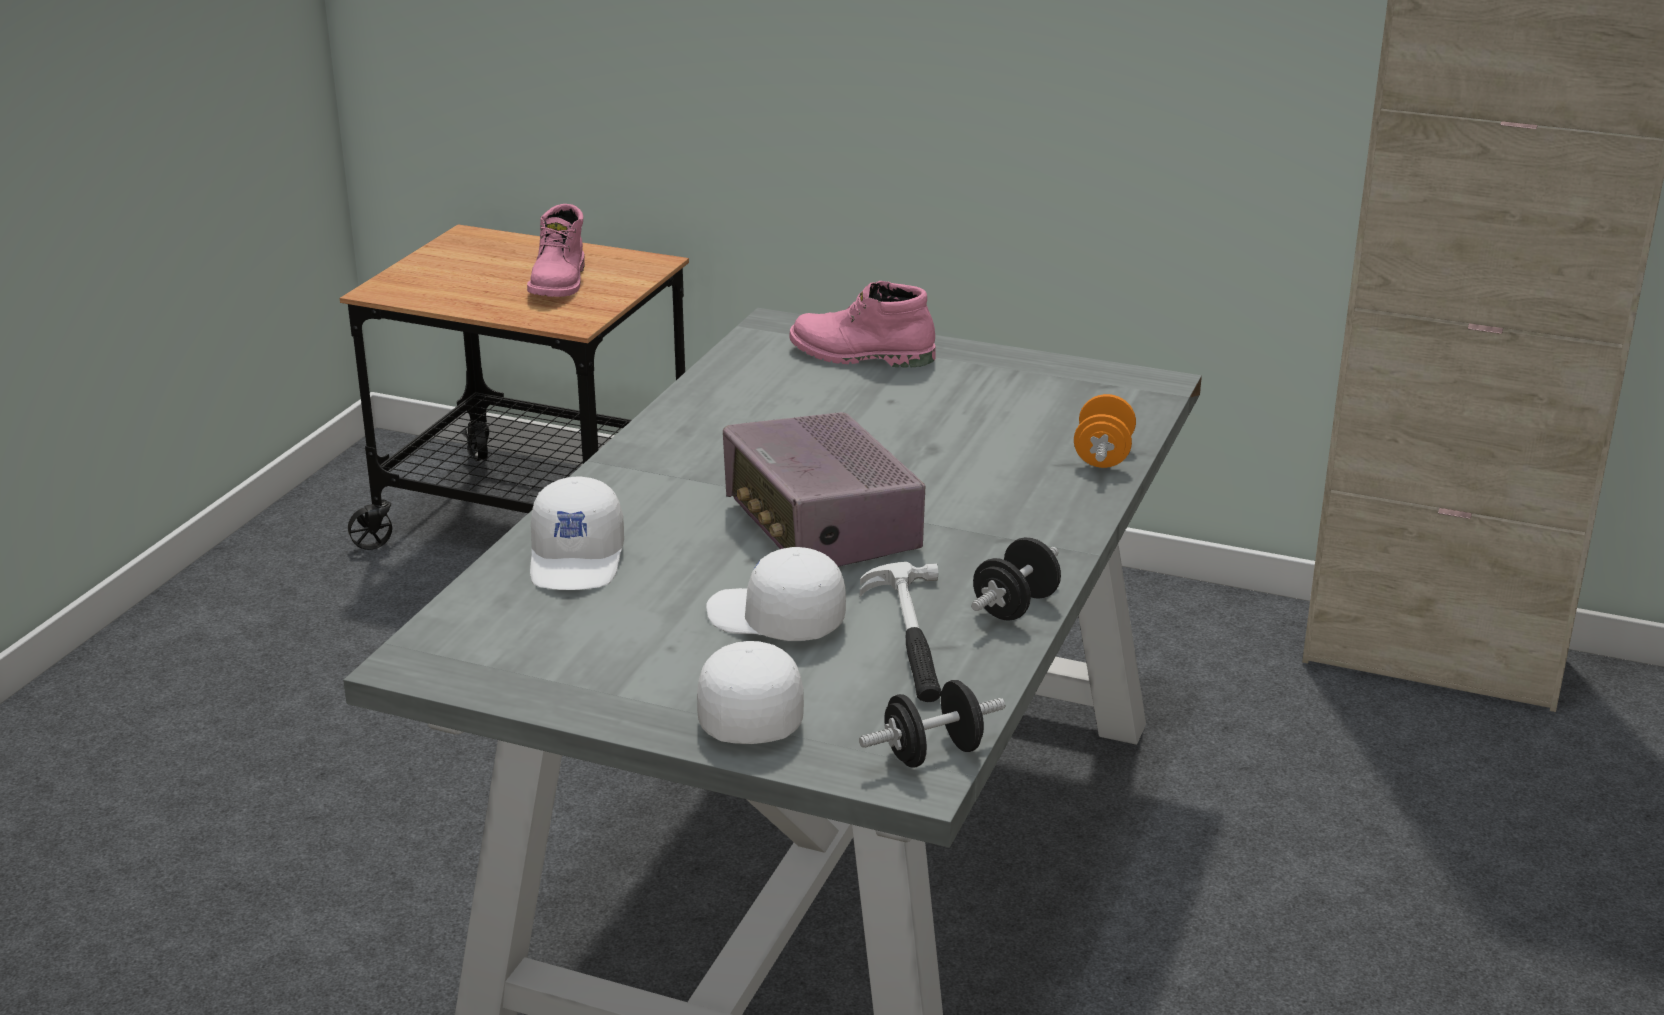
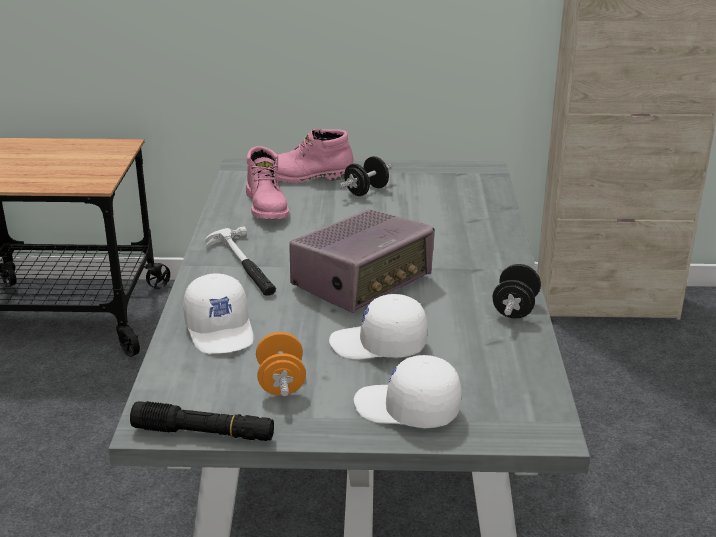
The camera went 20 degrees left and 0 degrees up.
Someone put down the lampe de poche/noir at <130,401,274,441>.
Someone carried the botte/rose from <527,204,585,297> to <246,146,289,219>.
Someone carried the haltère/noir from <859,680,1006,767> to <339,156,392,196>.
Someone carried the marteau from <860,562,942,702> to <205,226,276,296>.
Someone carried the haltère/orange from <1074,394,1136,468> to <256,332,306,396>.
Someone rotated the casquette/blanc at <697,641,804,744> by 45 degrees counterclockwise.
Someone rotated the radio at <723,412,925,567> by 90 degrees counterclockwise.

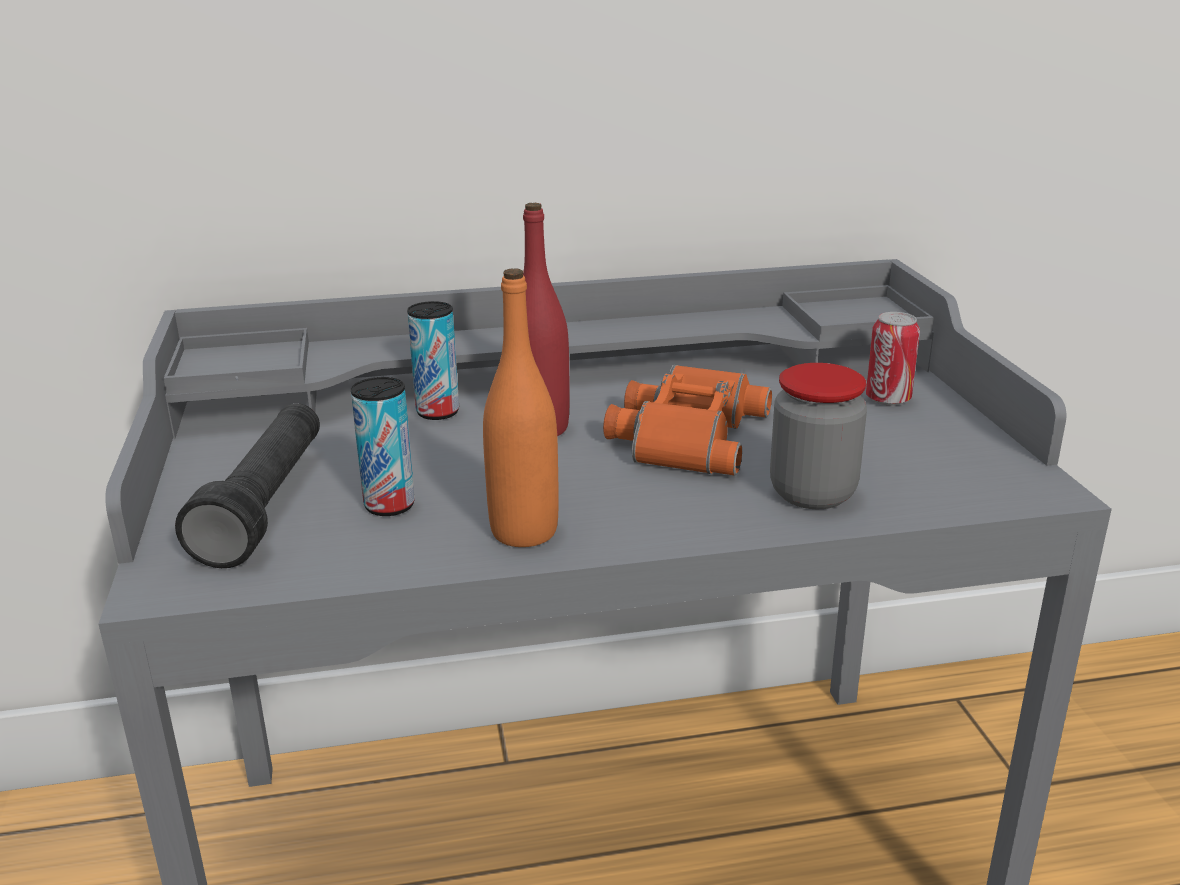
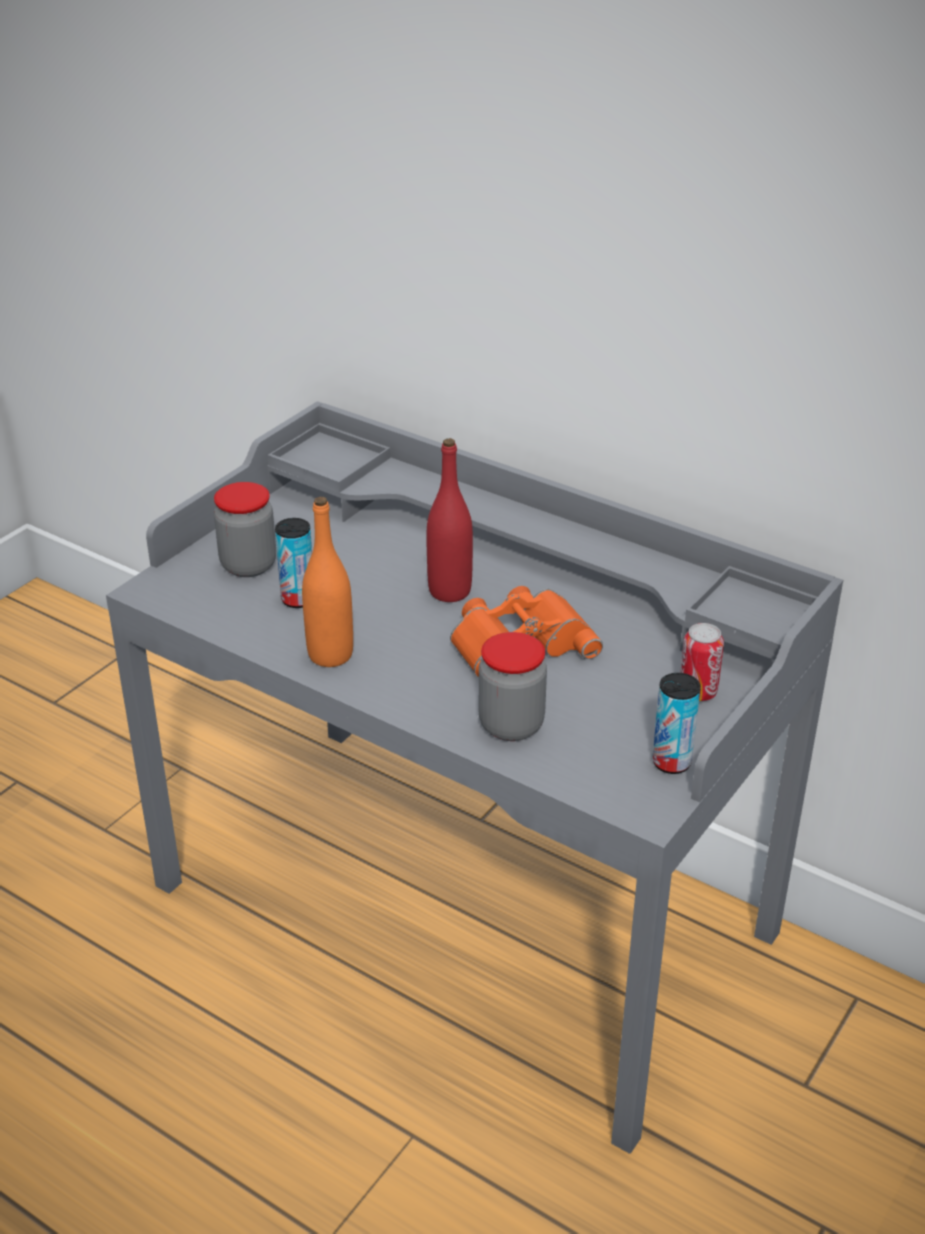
The camera went 45 degrees right and 10 degrees up.
Someone carried the boîte métallique from <407,301,459,420> to <652,673,701,774>.
Someone swapped the lampe de poche/noir at <175,403,320,568> for the bocal at <214,482,276,577>.

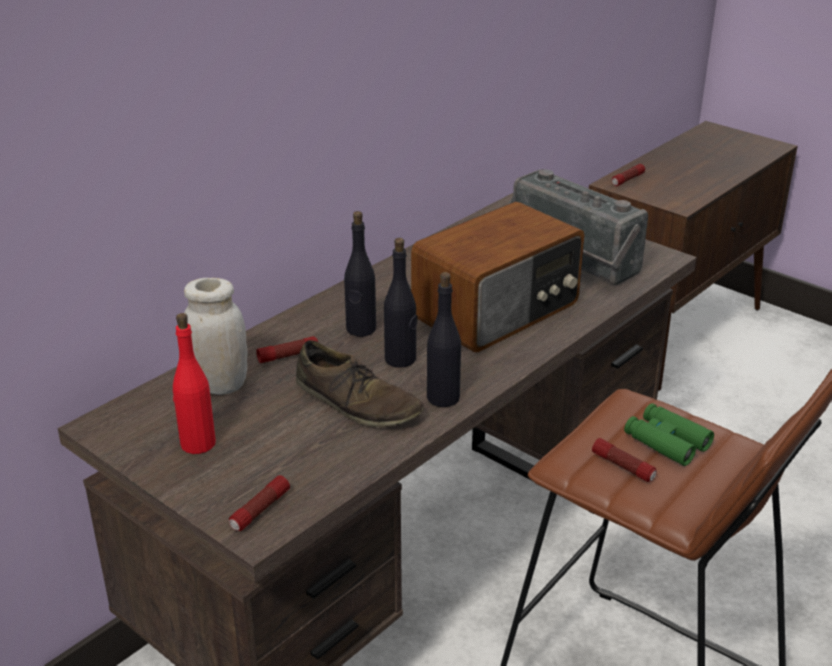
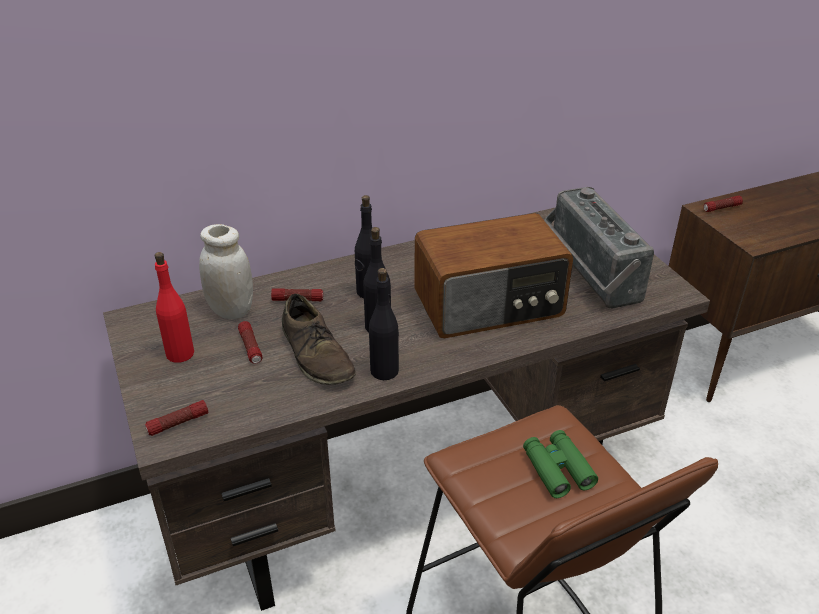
The camera went 25 degrees right and 5 degrees up.
Someone carried the lampe de poche from <592,438,657,482> to <238,321,263,364>.

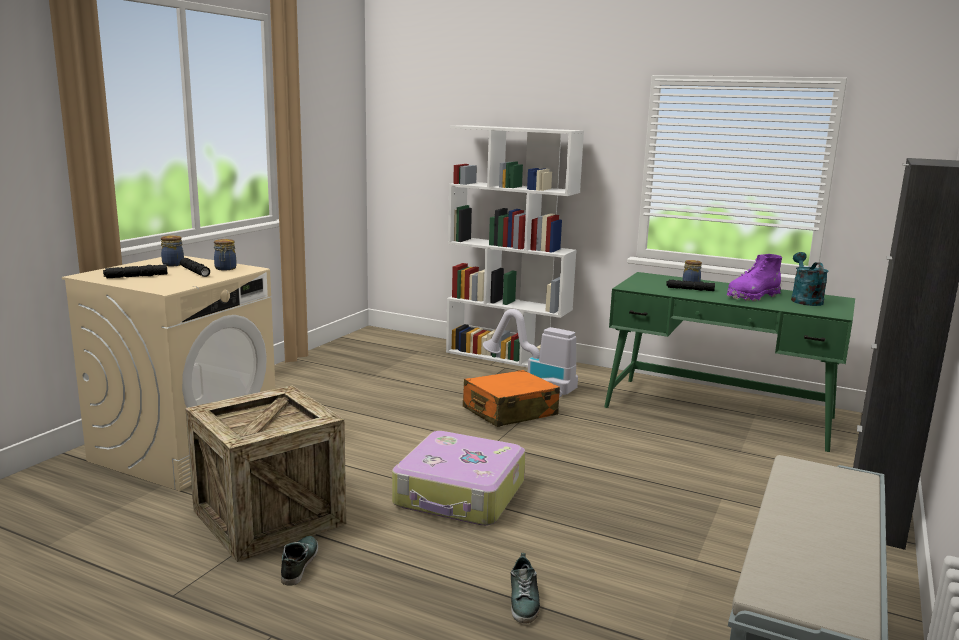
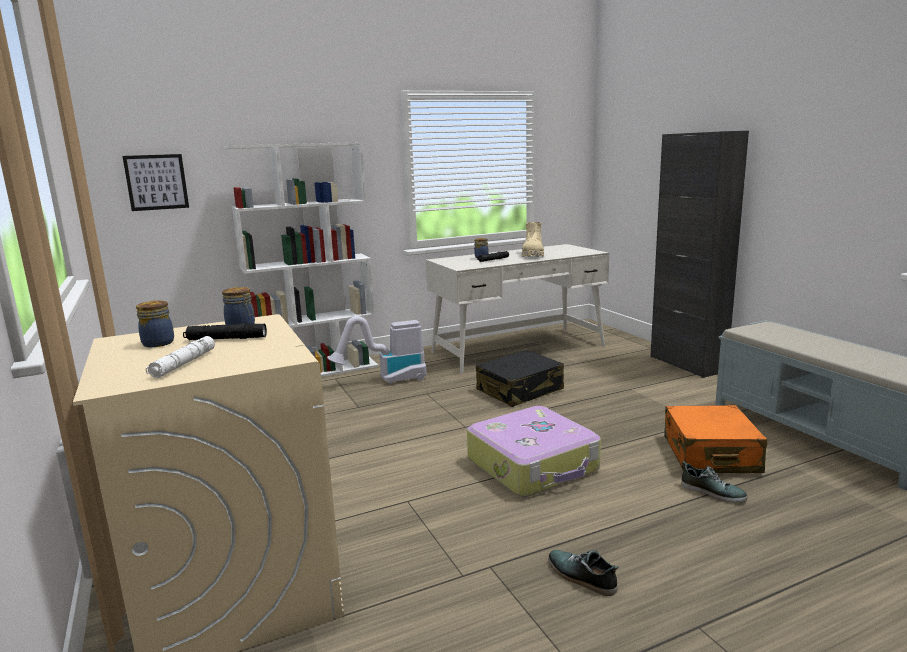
The camera went 50 degrees left and 0 degrees up.
Someone took away the caisse at <185,385,346,562>.
Someone took away the arrosoir/turquoise at <791,252,828,306>.
Someone put up the tableau at <123,154,189,211>.
Someone put down the valise/noir at <476,350,564,407>.
Someone carried the valise/orange from <463,370,560,427> to <664,405,767,473>.
Someone repainted the lampe de poche/noir at <103,264,167,279>, which became the lampe de poche/blanc at <146,336,215,378>.
Someone repainted the bureau/vert at <604,272,855,452>, which became the bureau/blanc at <426,244,609,373>.
Someone repainted the botte/violet at <727,254,782,301>, which became the botte/beige at <521,222,544,257>.

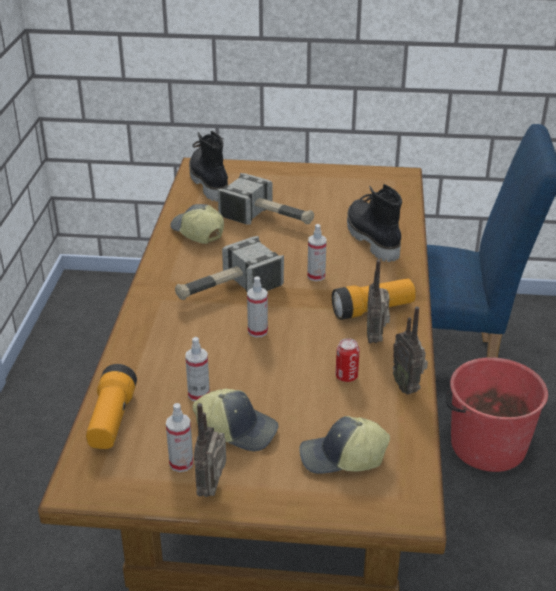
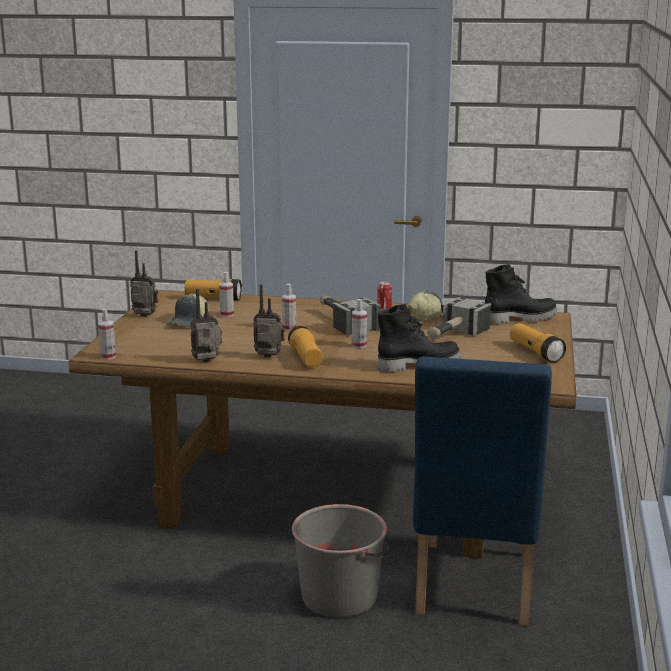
The camera went 95 degrees right and 15 degrees down.
Someone took away the casquette at <299,416,390,474>.
Someone put down the lampe de poche at <510,323,566,363>.
Someone carried the vaporisateur from <166,403,193,472> to <98,309,116,360>.
Someone carried the boîte métallique from <335,338,360,382> to <377,281,392,310>.
Someone repainted the seau/rouge at <445,357,548,472>, which became the seau/gris at <292,504,389,617>.

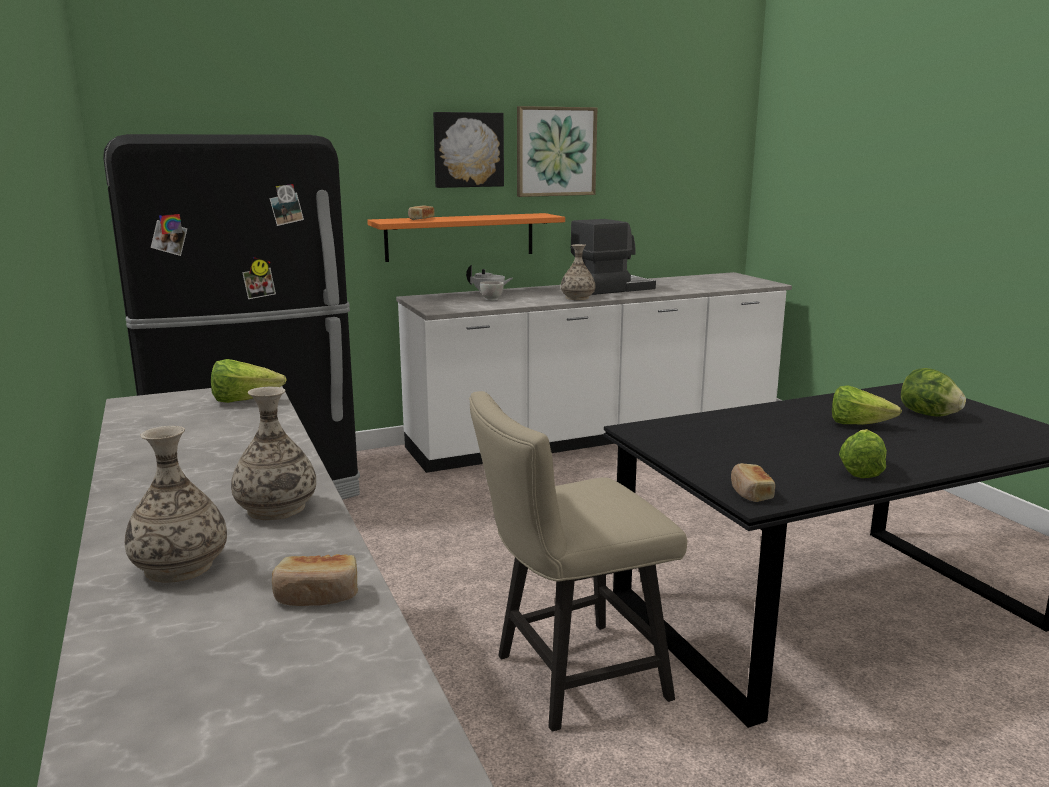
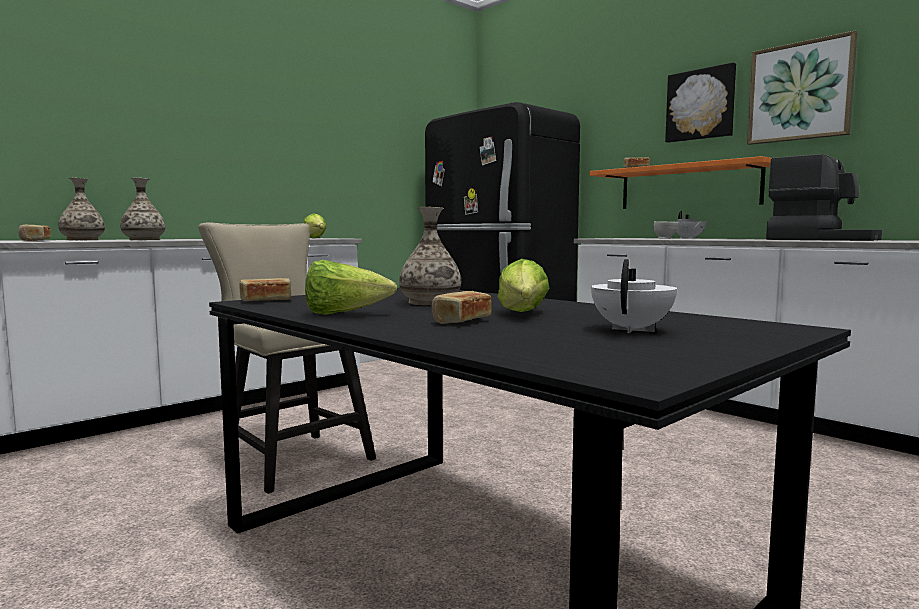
The camera went 70 degrees right and 10 degrees down.
Someone put down the pain at <432,291,492,324>.
Someone carried the vase from <561,244,595,300> to <399,207,461,305>.
Someone swapped the laitue at <901,368,966,416> for the théière/blanc at <591,259,677,333>.

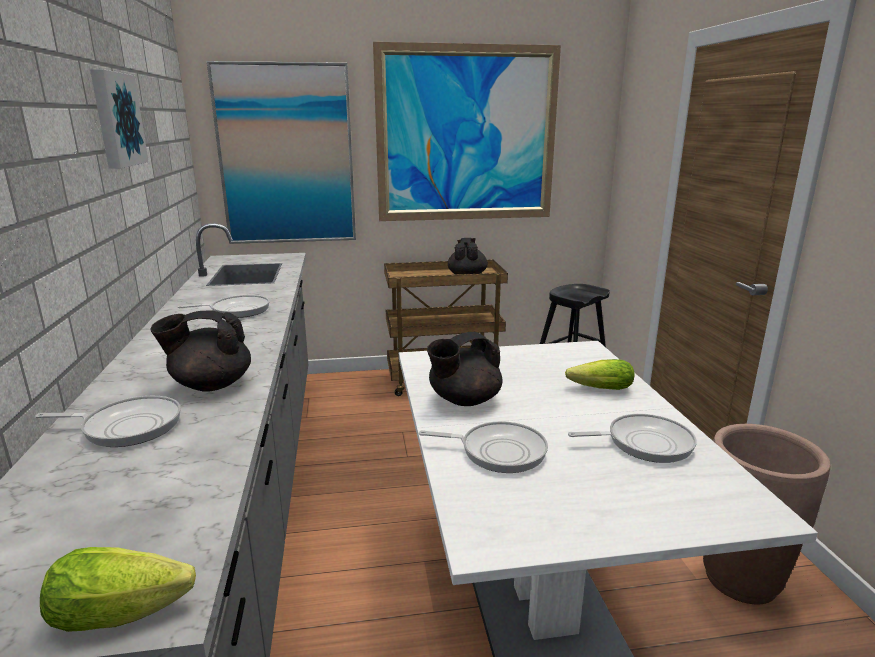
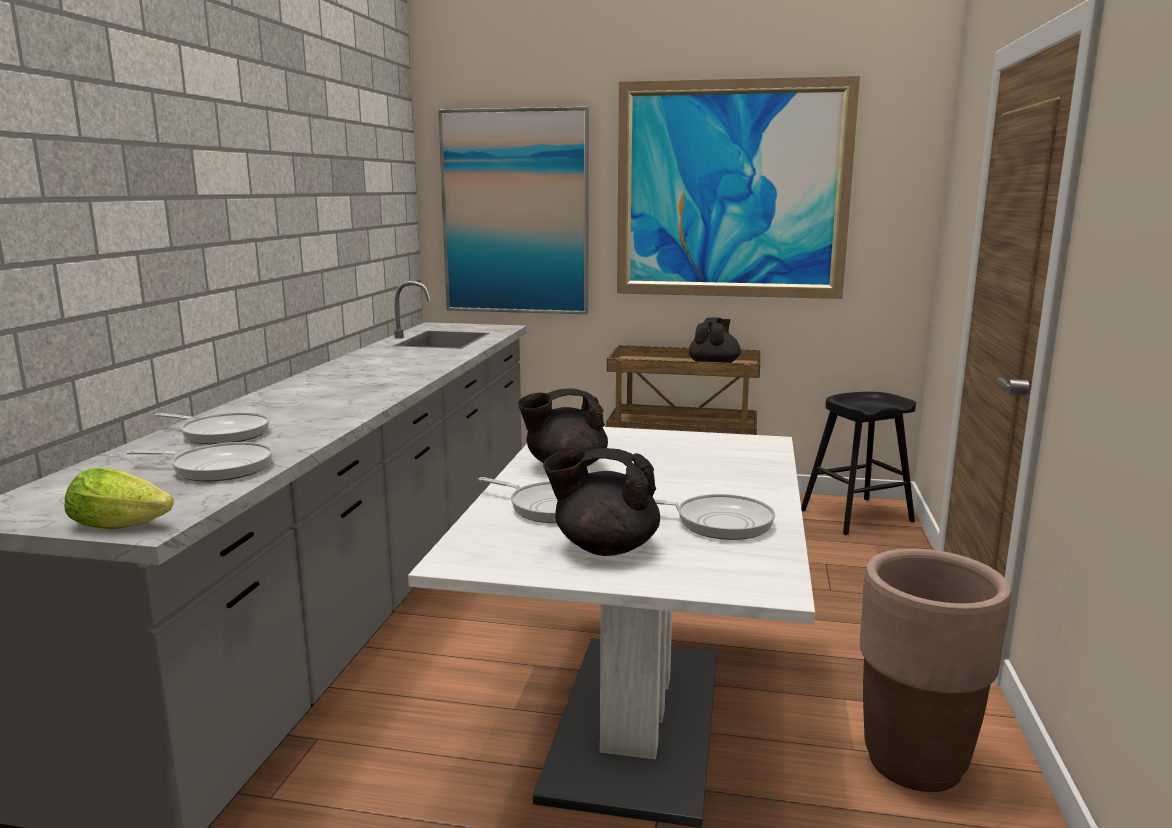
The camera went 20 degrees right and 5 degrees down.
Someone took away the tableau at <90,69,149,169>.
Someone took away the laitue at <565,359,634,390>.
Someone carried the théière/noir from <150,311,251,392> to <543,448,660,556>.
Someone carried the poêle from <178,295,270,318> to <127,442,273,481>.

